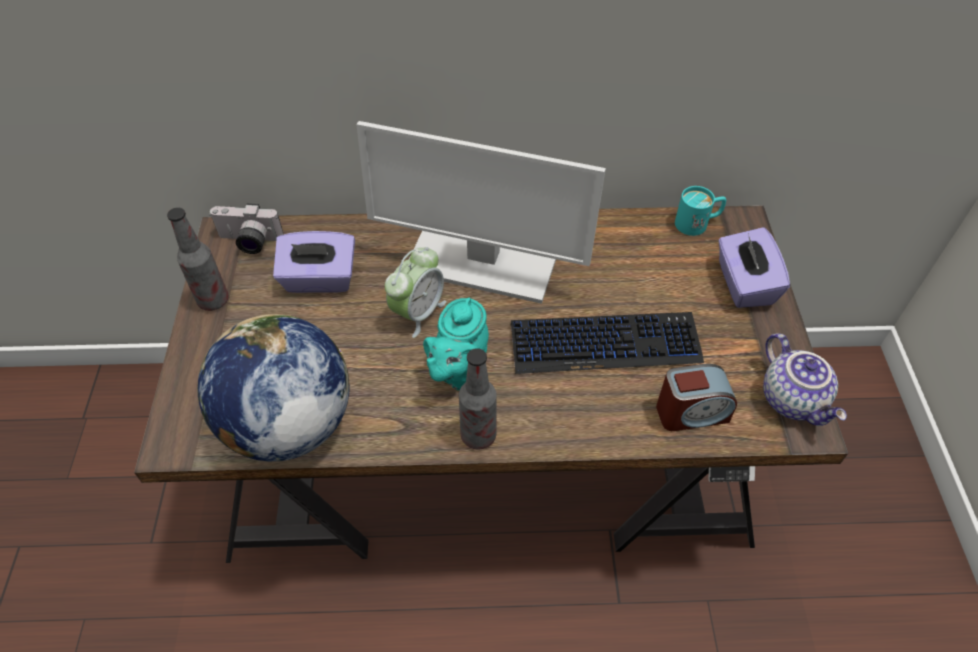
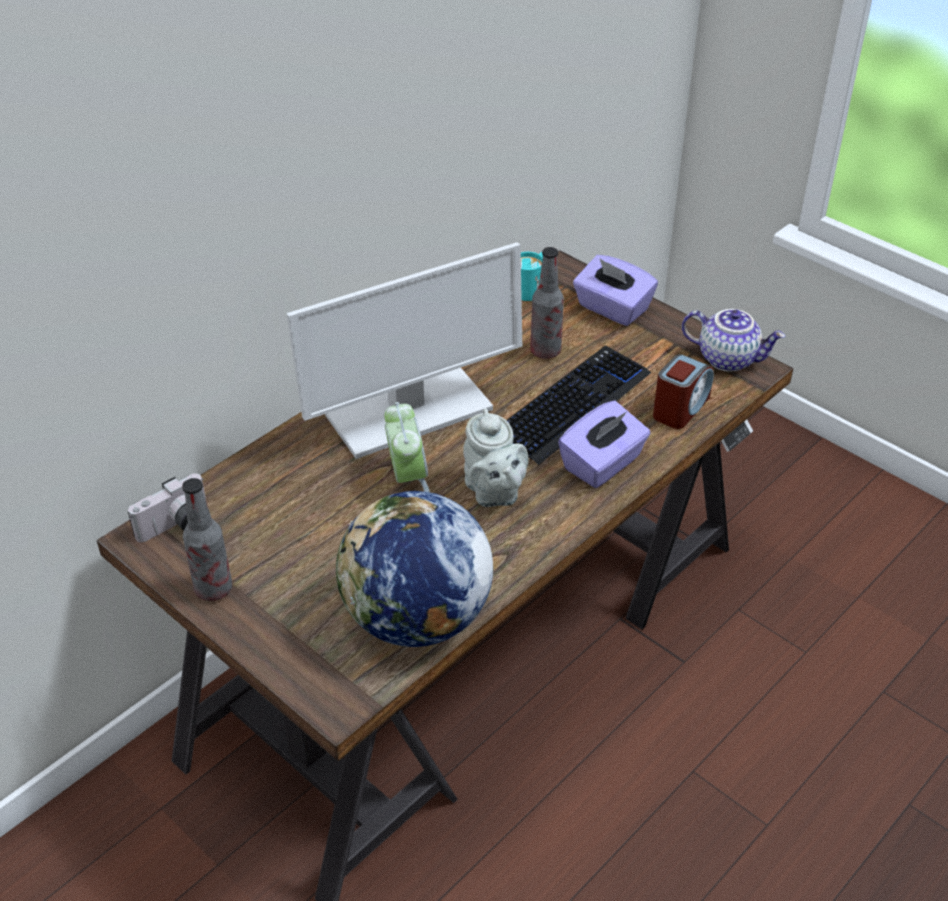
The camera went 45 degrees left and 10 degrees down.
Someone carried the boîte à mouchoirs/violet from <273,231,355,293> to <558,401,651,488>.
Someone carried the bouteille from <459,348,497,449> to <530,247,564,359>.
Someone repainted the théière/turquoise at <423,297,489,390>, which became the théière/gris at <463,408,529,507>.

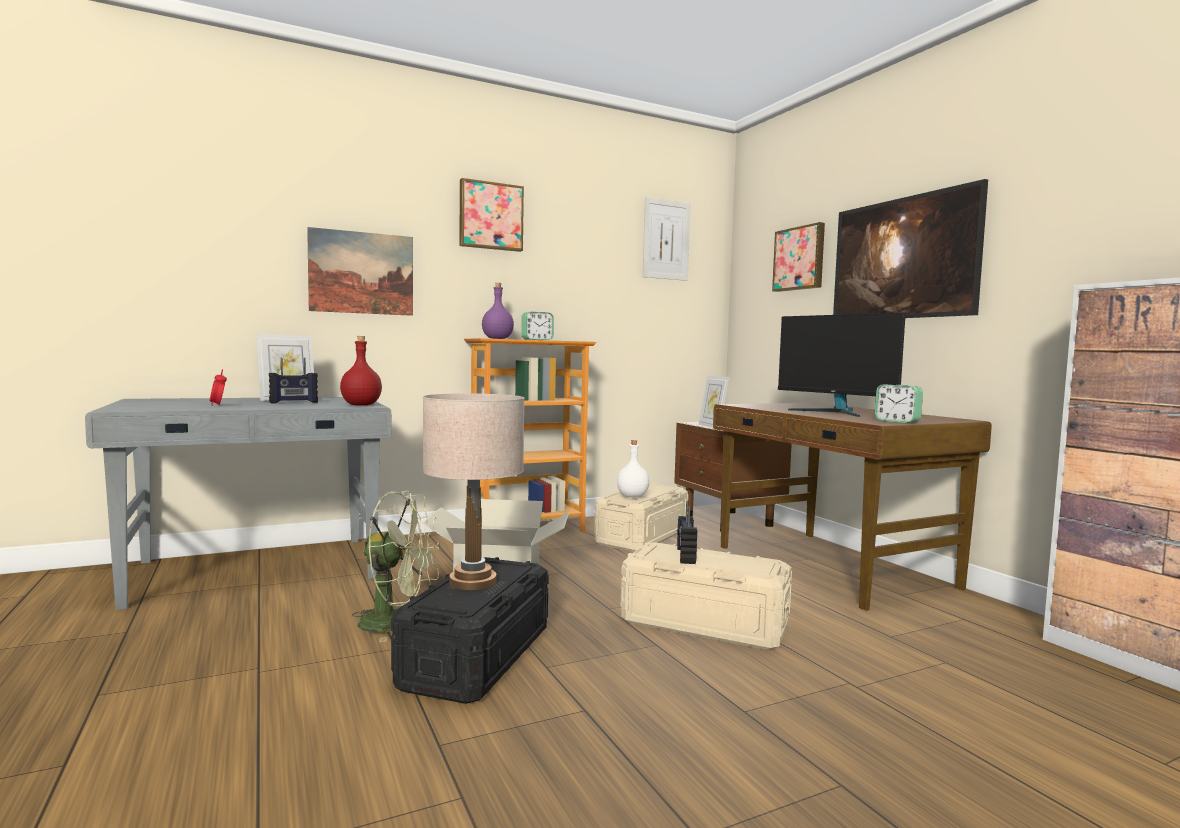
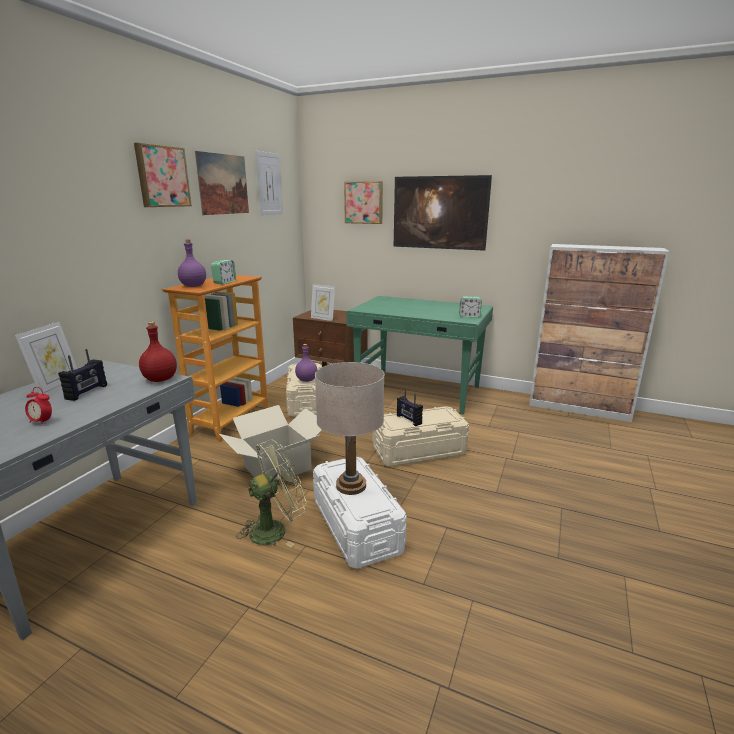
The camera went 40 degrees left and 15 degrees up.
Someone took away the écran d'ordinateur at <778,313,906,417>.
Someone carried the tableau from <307,227,413,316> to <195,151,249,215>.
Someone repainted the boîte de rangement/noir at <391,557,549,704>, which became the boîte de rangement/blanc at <313,457,407,569>.
Someone repainted the bouteille/blanc at <617,440,649,497>, which became the bouteille/violet at <295,344,317,382>.
Someone repainted the bureau/marron at <713,403,992,611>, which became the bureau/vert at <346,296,493,415>.

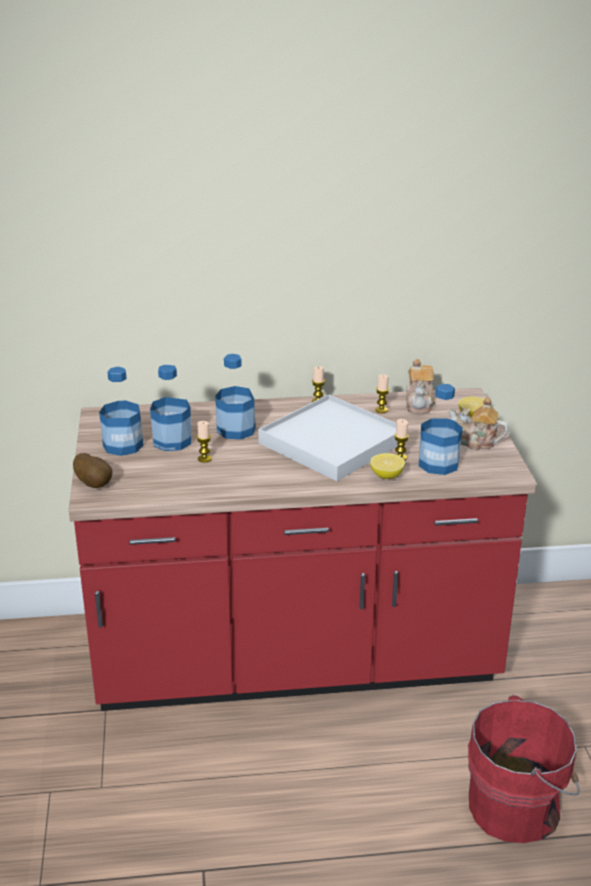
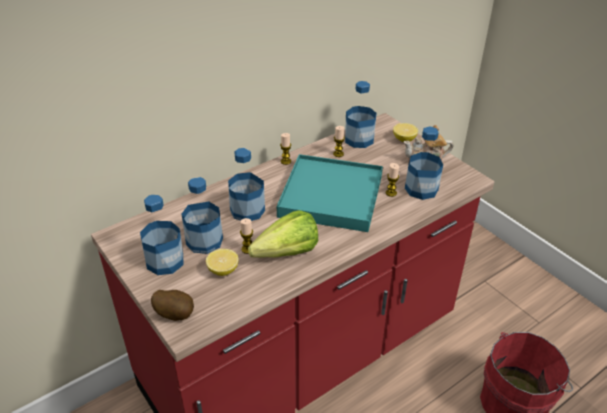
The camera went 30 degrees left and 10 degrees up.
Someone put down the laitue at <248,210,318,258>.
Someone carried the citron from <370,453,405,479> to <206,249,239,276>.
Someone swapped the théière at <406,359,435,414> for the bouteille at <345,81,376,148>.
Someone repainted the plateau/blanc at <258,395,398,481>, which became the plateau/turquoise at <277,154,383,232>.

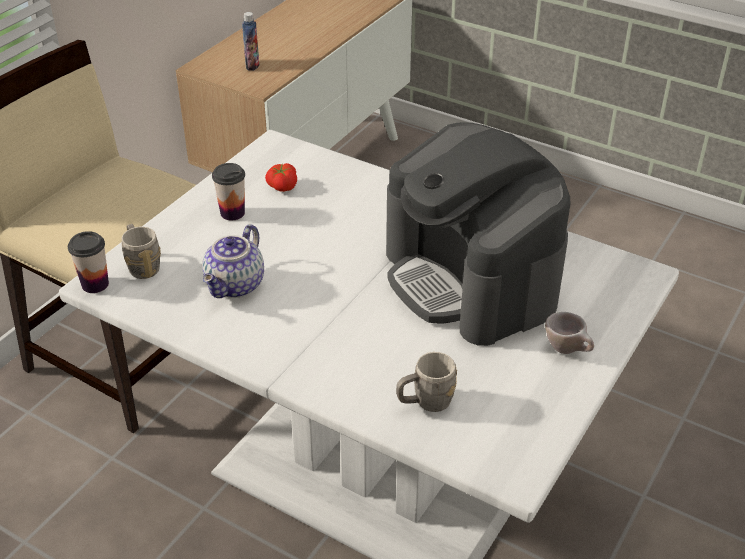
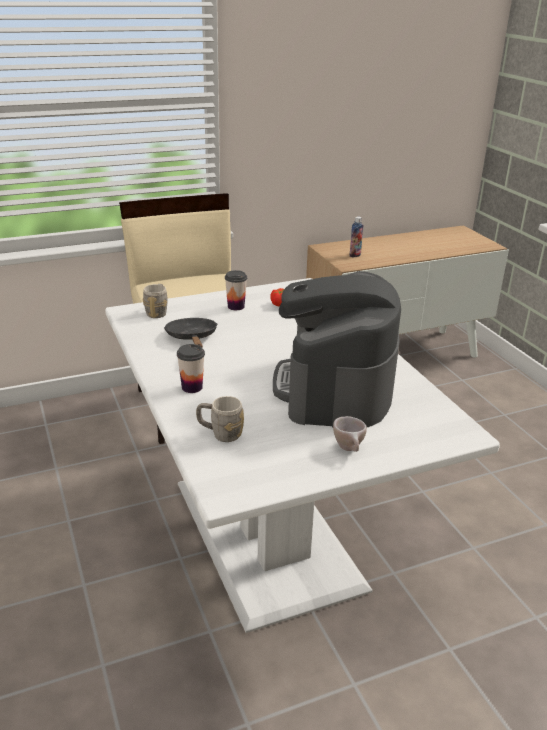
The camera went 35 degrees right and 10 degrees down.
Someone carried the tasse from <68,231,109,293> to <177,344,205,393>.
Someone swapped the théière at <202,224,264,298> for the poêle/noir at <164,318,218,347>.

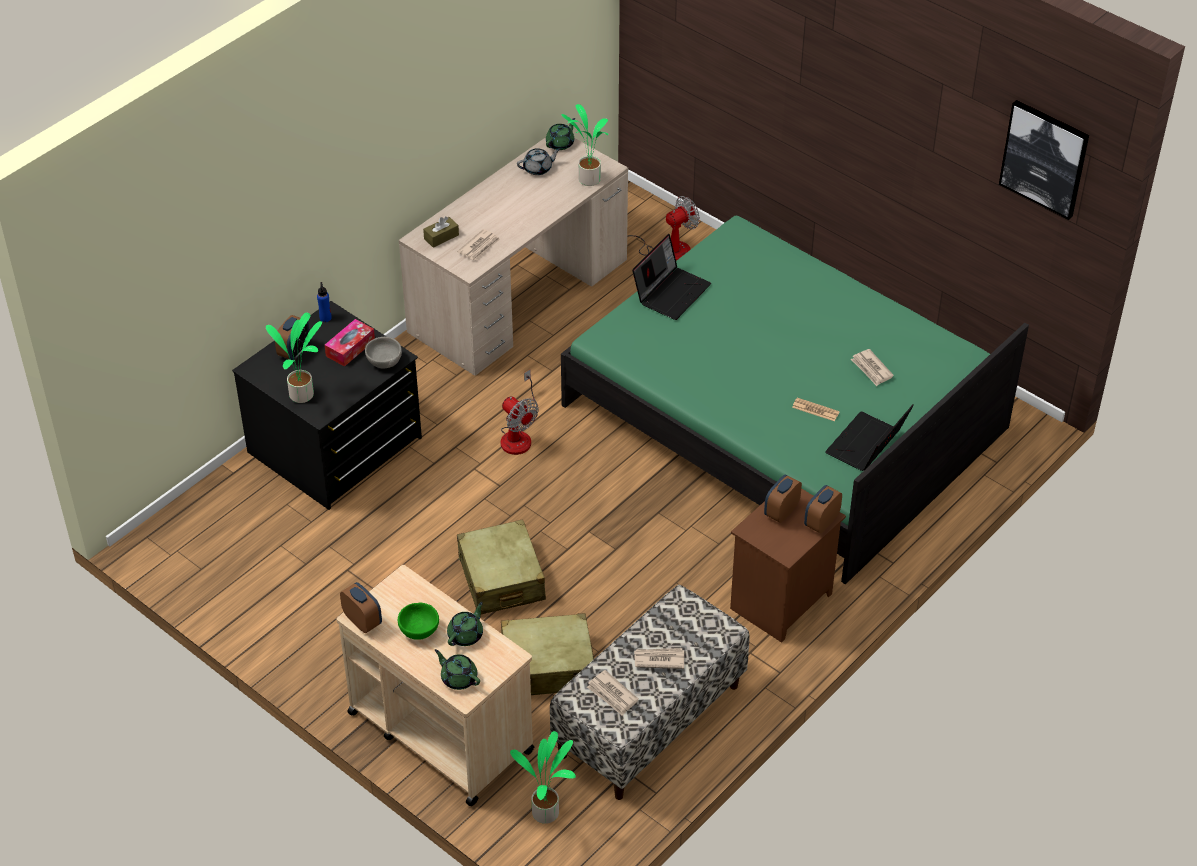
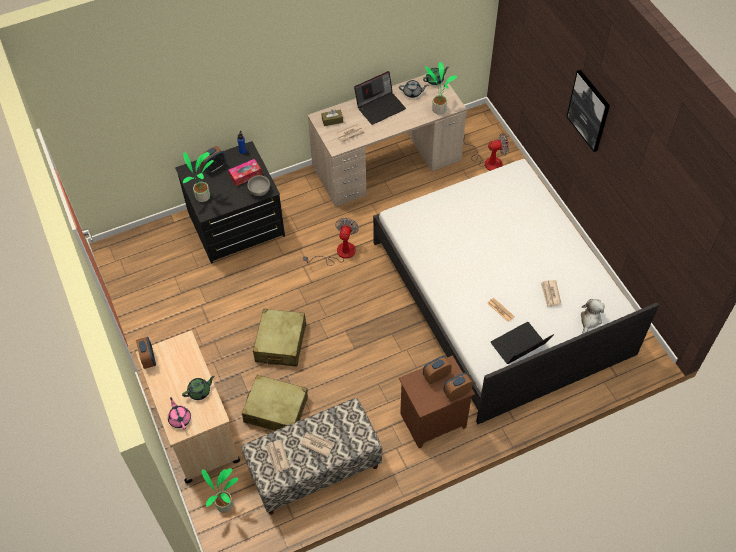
The camera went 25 degrees right and 10 degrees up.
Someone took away the bol/vert at <398,603,439,640>.
Someone put down the peluche at <581,299,605,334>.
Someone carried the ordinateur portable from <632,234,711,320> to <354,71,406,125>.
Someone carried the tableau from <999,100,1089,220> to <567,70,610,152>.
Someone repainted the théière/vert at <435,649,480,690>, which became the théière/rose at <168,397,191,430>.
Someone repainted the lit/vert at <561,216,1029,585>, which became the lit/blanc at <373,159,659,424>.
Someone rotated the ventilateur at <501,370,539,455> by 150 degrees counterclockwise.

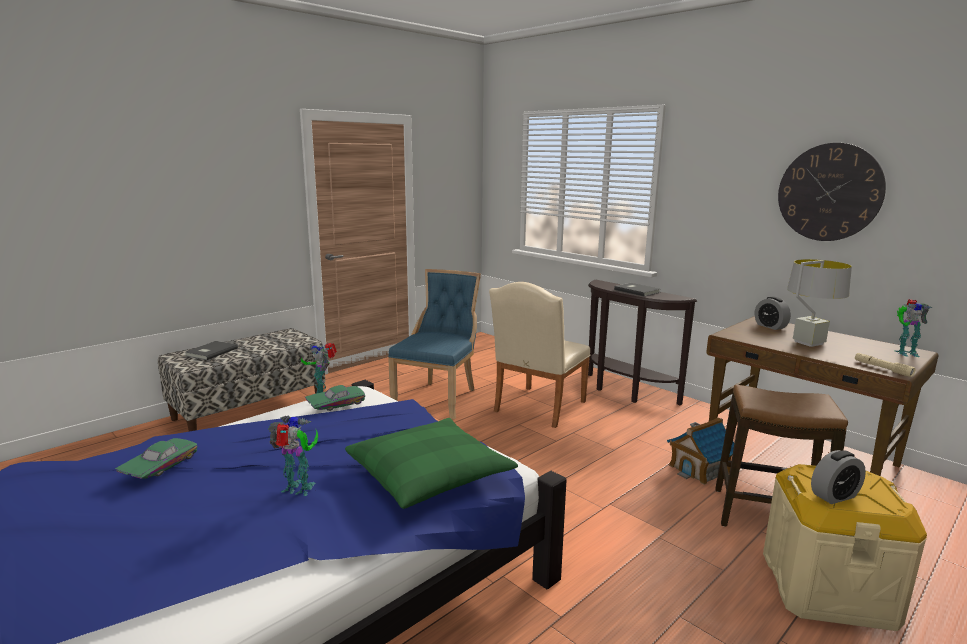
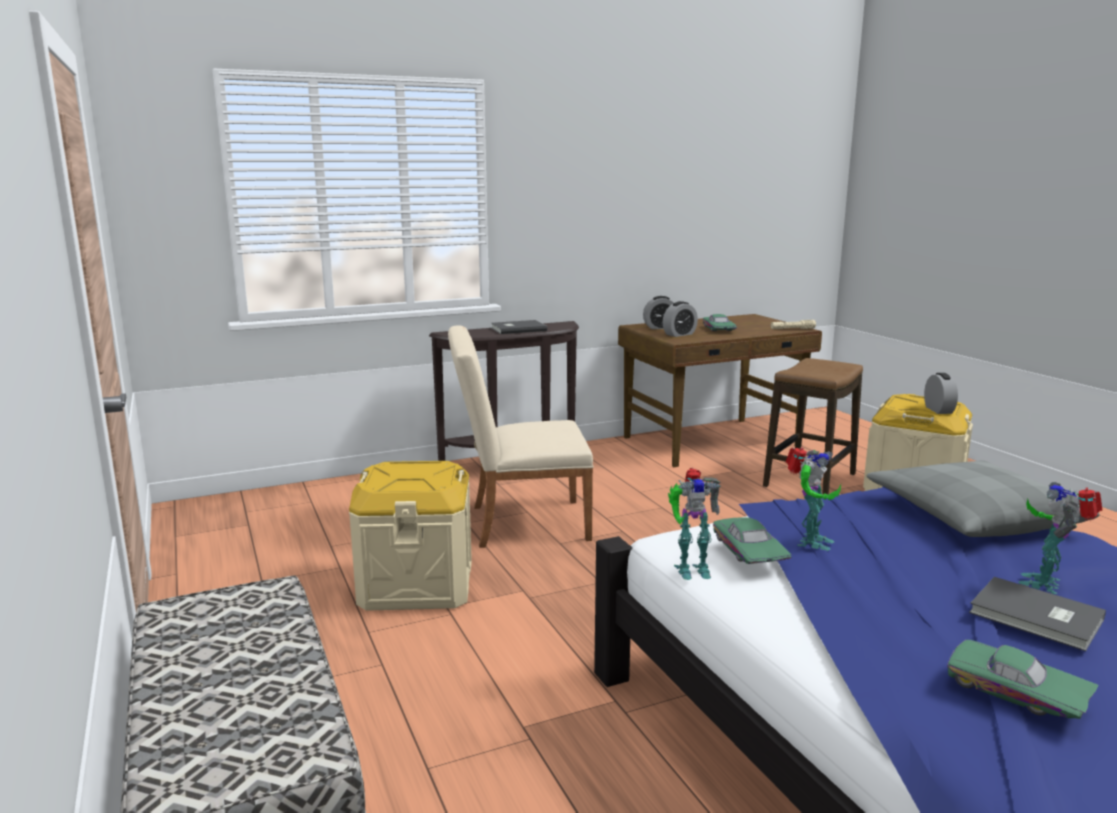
The camera went 70 degrees left and 0 degrees up.
Someone took away the maison miniature at <667,418,734,485>.
Someone took away the horloge murale at <778,143,886,241>.
Someone put down the réveil at <663,301,698,337>.
Someone carried the livre/gris from <185,341,238,360> to <969,577,1106,651>.
Someone carried the robot jouet from <895,299,932,357> to <786,447,841,551>.
Someone swapped the chaise/bleu at <388,269,481,419> for the boîte de rangement/beige at <349,461,472,611>.
Someone swapped the lampe de table/gris at <787,259,852,347> for the petite voiture/vert at <703,314,737,331>.
Someone repainted the coussin/vert at <345,418,518,509>, which became the coussin/gris at <867,460,1099,537>.
Someone rotated the chaise/beige at <489,282,591,428> by 120 degrees clockwise.

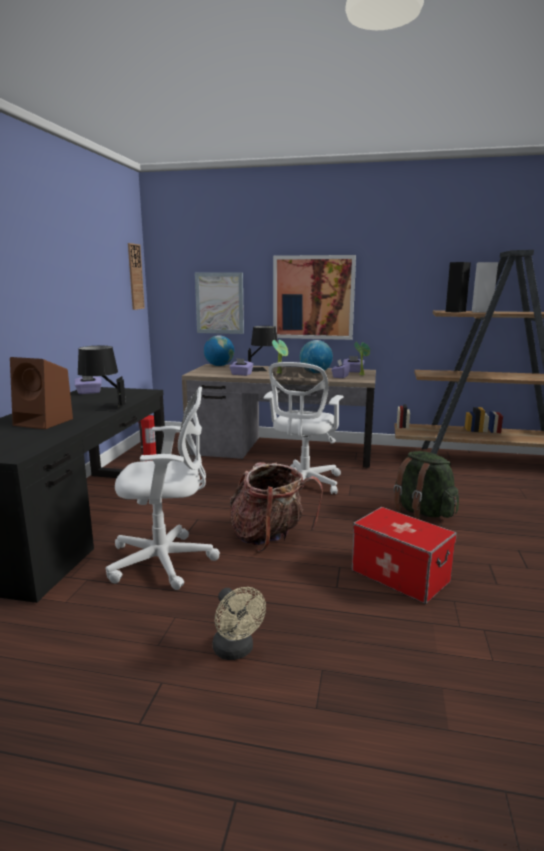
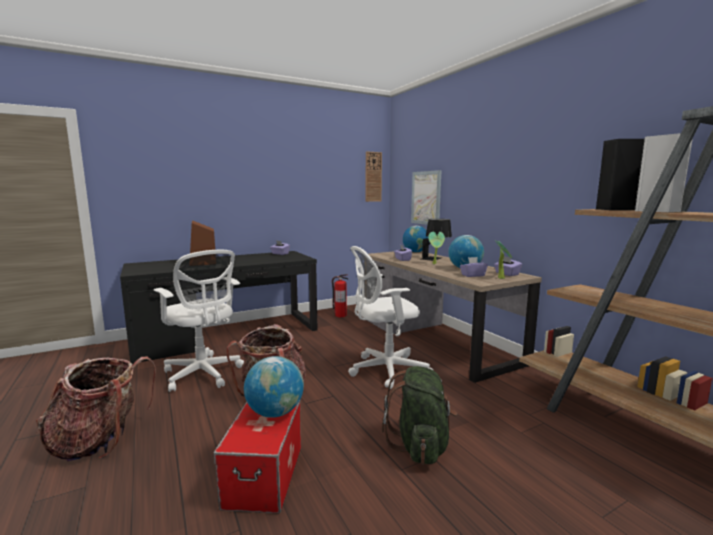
The camera went 50 degrees right and 5 degrees down.
Someone took away the lampe de table/noir at <78,346,126,411>.
Someone took away the tableau at <273,255,356,340>.
Someone put down the globe at <244,356,304,418>.
Someone swapped the ventilateur/beige at <213,587,266,660> for the sac à dos at <36,357,156,461>.

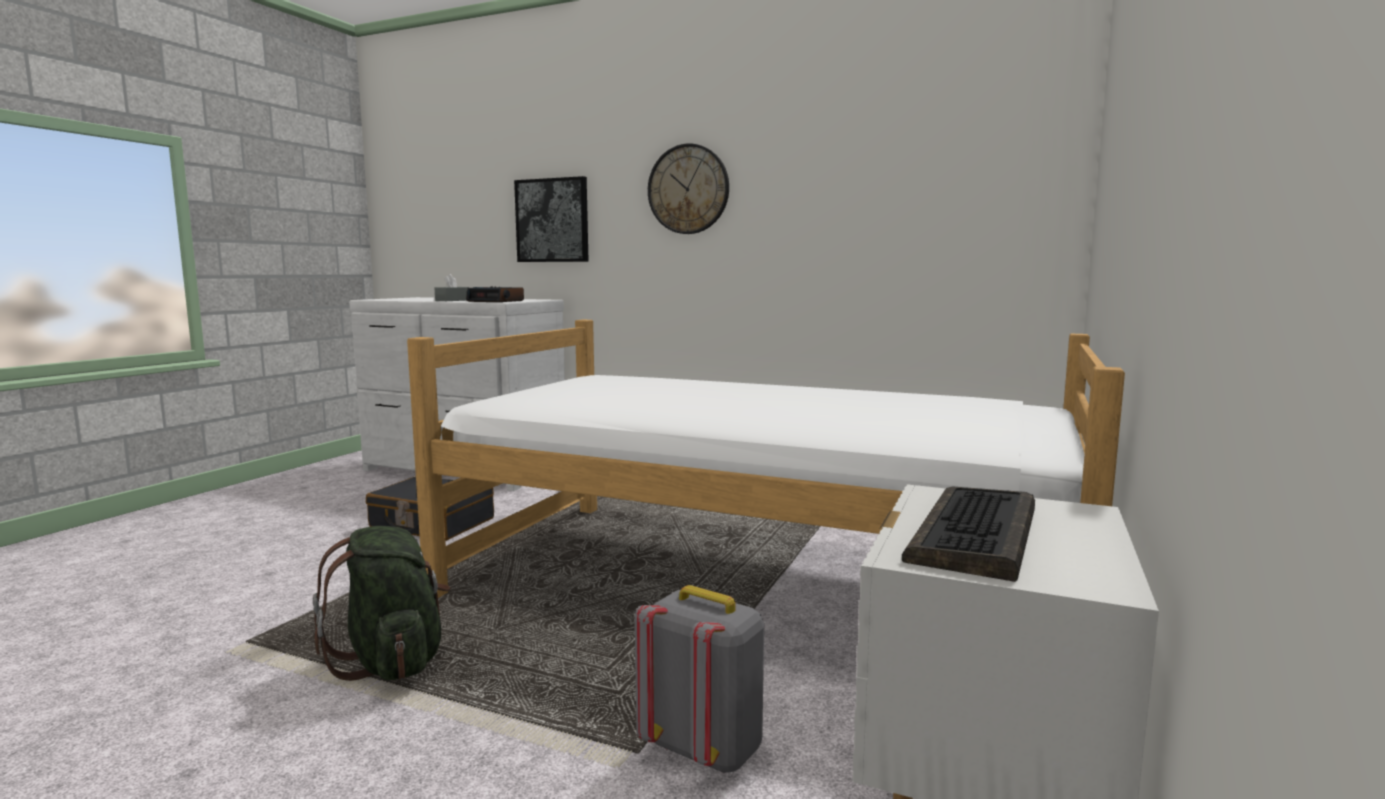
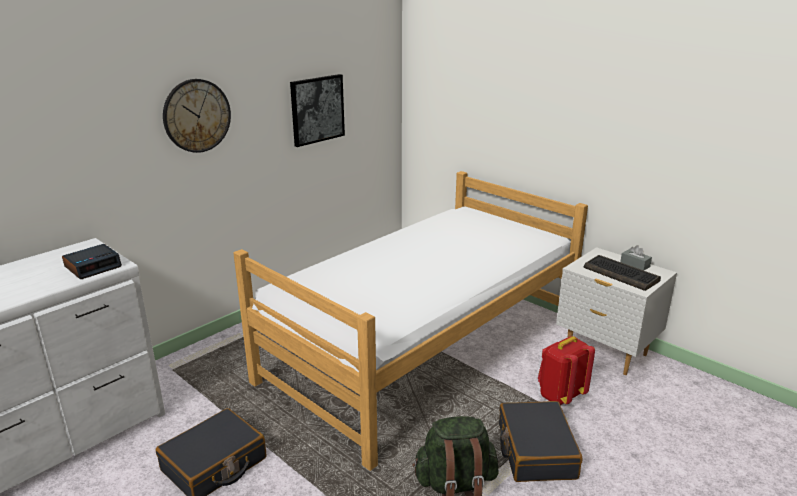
The camera went 70 degrees left and 15 degrees up.
Someone put down the valise/noir at <499,401,582,482>.
Someone carried the boîte à mouchoirs/gris from <435,274,469,301> to <620,245,652,270>.
Someone carried the tableau from <514,176,589,262> to <290,74,345,147>.
Someone repainted the sac à dos/gris at <635,585,764,774>, which became the sac à dos/rouge at <538,336,595,405>.

